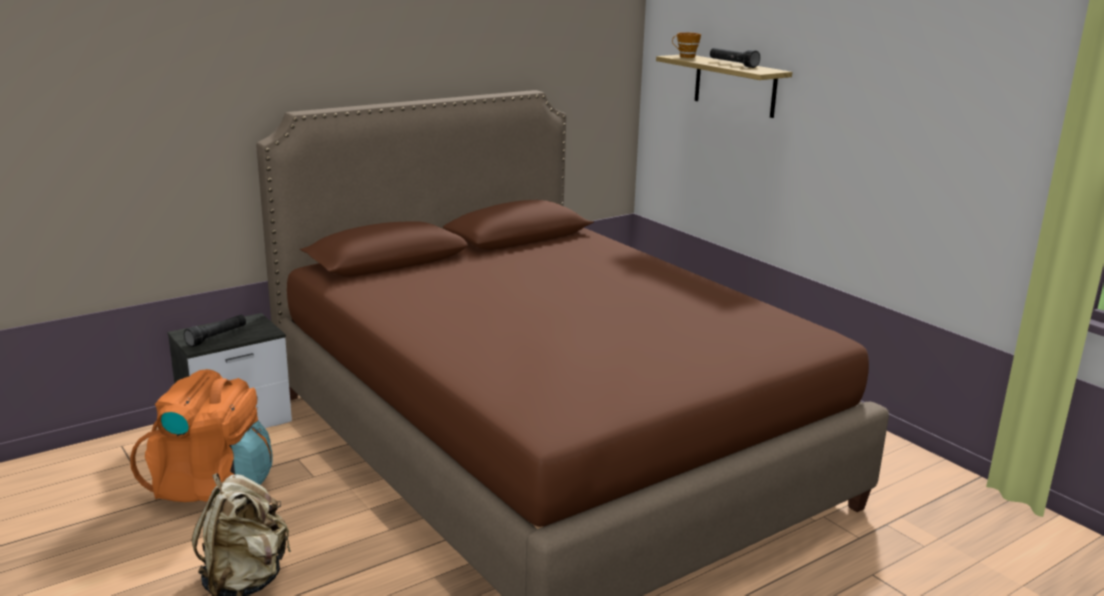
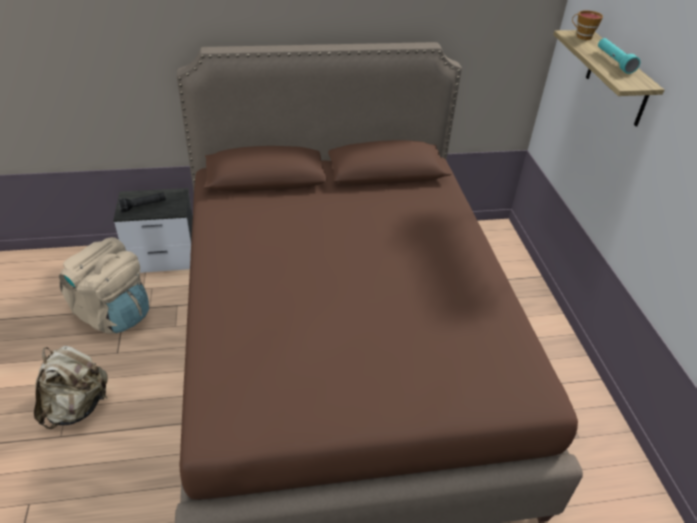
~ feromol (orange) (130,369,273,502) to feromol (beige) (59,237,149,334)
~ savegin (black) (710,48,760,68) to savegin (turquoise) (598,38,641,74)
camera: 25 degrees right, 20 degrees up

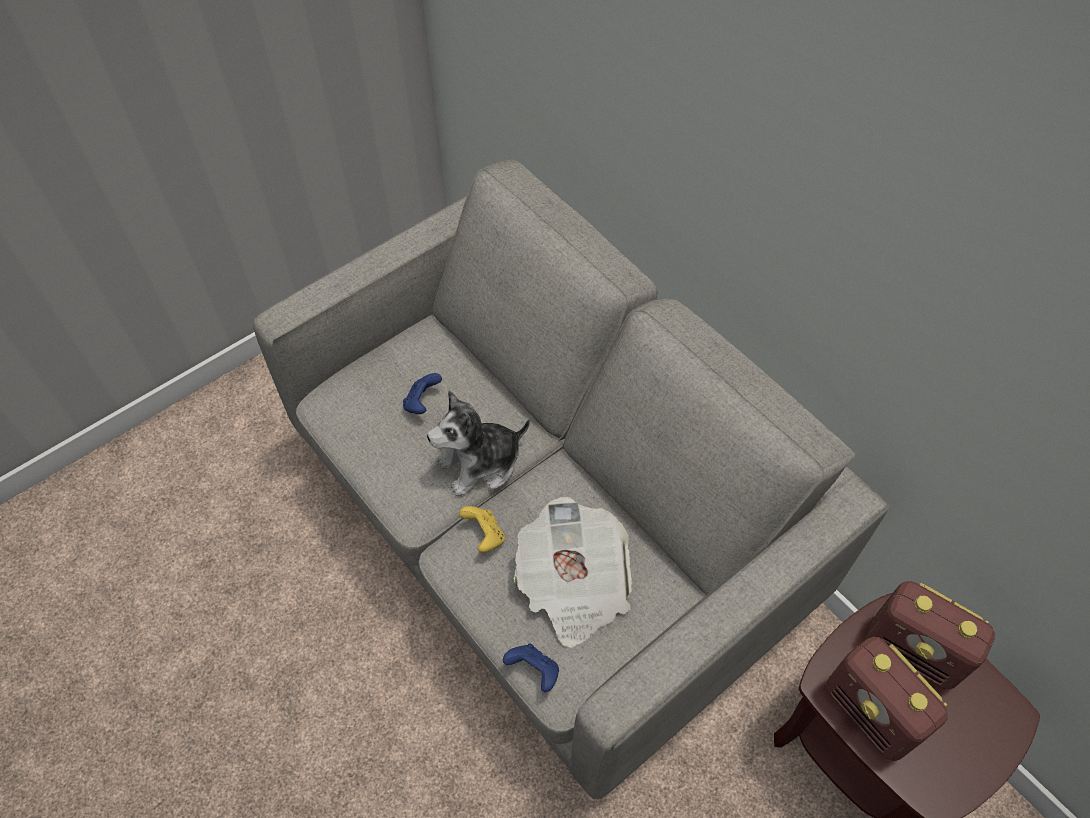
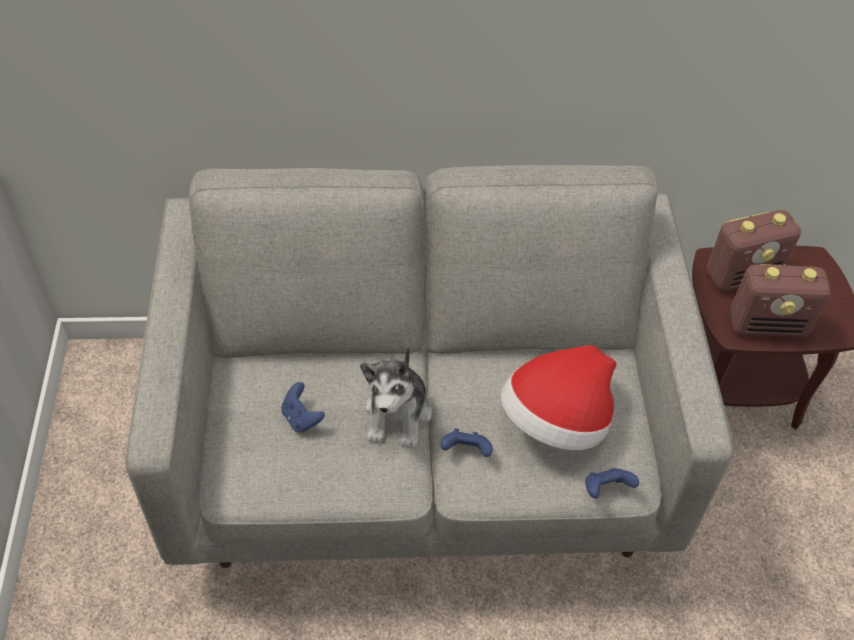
~ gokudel (514,496,632,648) to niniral (501,345,616,450)
~ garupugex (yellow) (459,506,505,553) to garupugex (blue) (441,428,493,457)
camera: 55 degrees left, 5 degrees down

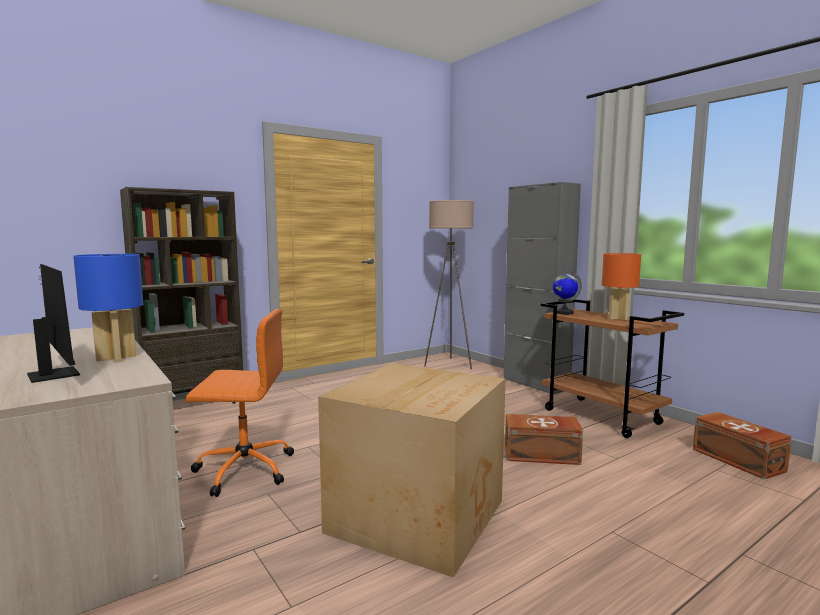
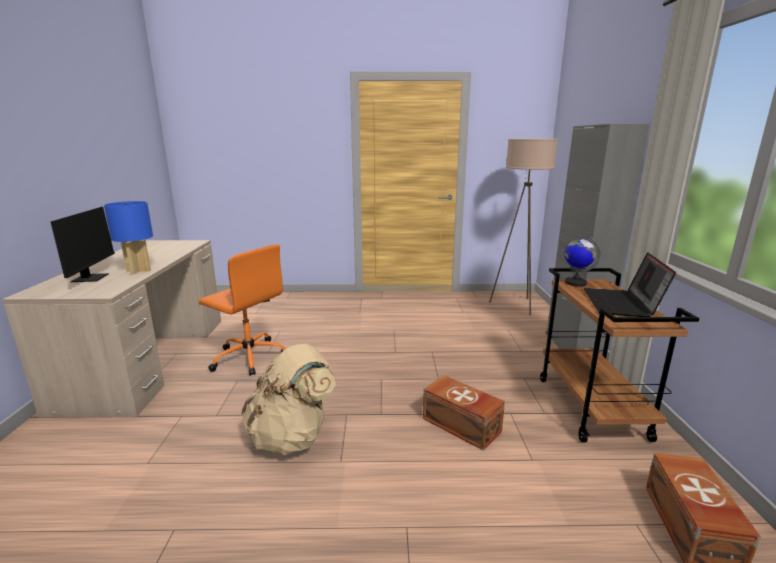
- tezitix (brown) (120,187,243,404)
~ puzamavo (318,363,505,578) to feromol (beige) (241,344,336,455)
~ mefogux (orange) (602,253,641,320) to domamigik (584,252,676,317)
camera: 35 degrees right, 10 degrees up

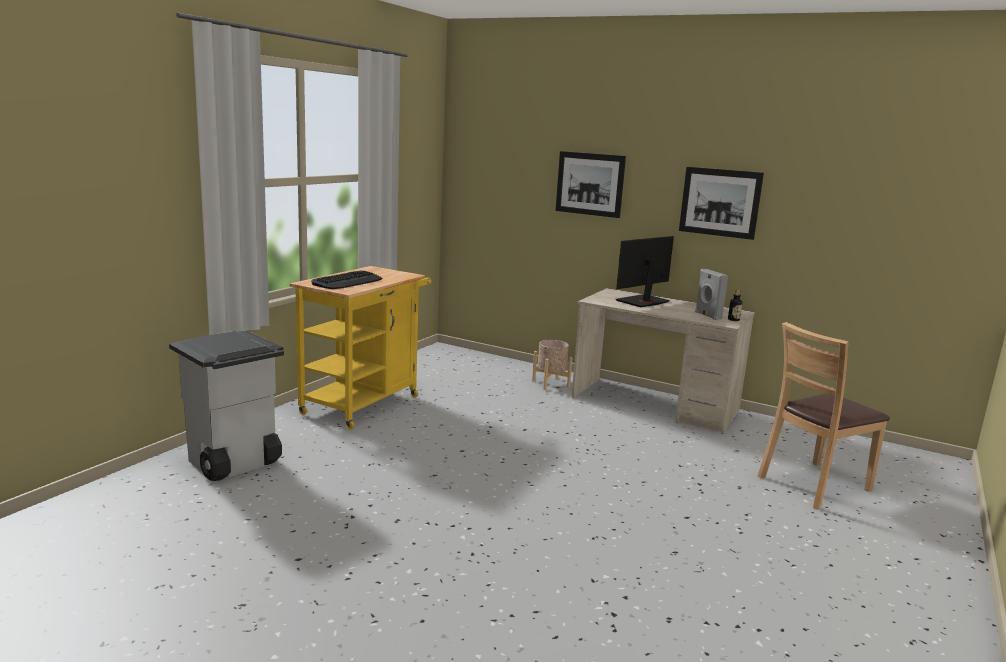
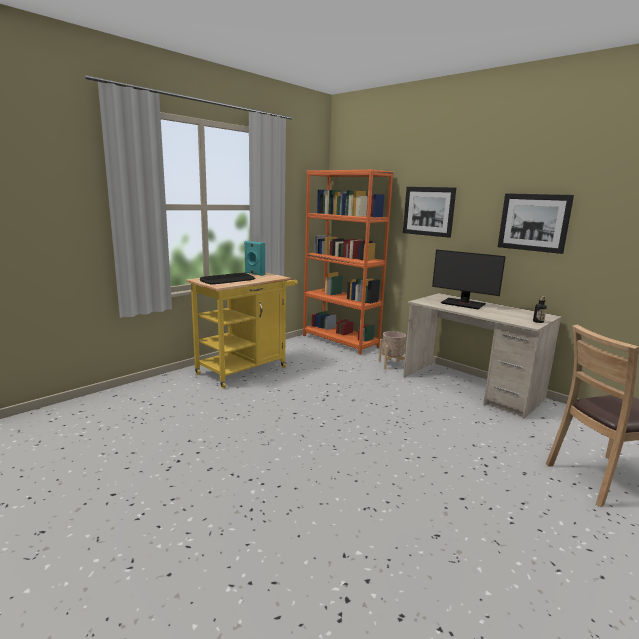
- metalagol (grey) (169,331,284,481)
- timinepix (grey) (695,269,728,320)
+ timinepix (turquoise) (244,241,265,276)
+ tezitix (orange) (303,170,394,355)
~ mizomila (616,236,674,307) = (432,250,506,309) 120 degrees counterclockwise
camera: 15 degrees right, 0 degrees up

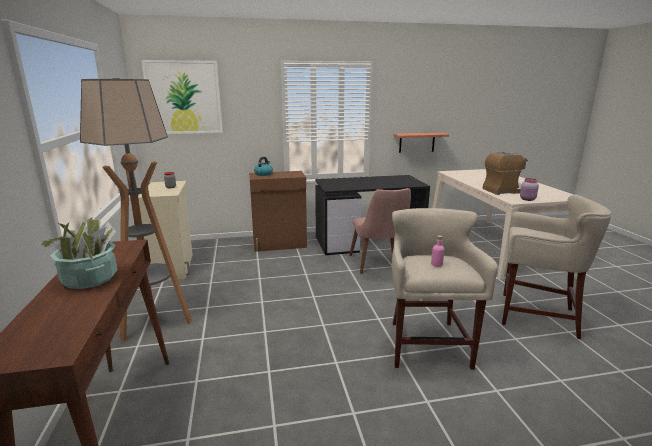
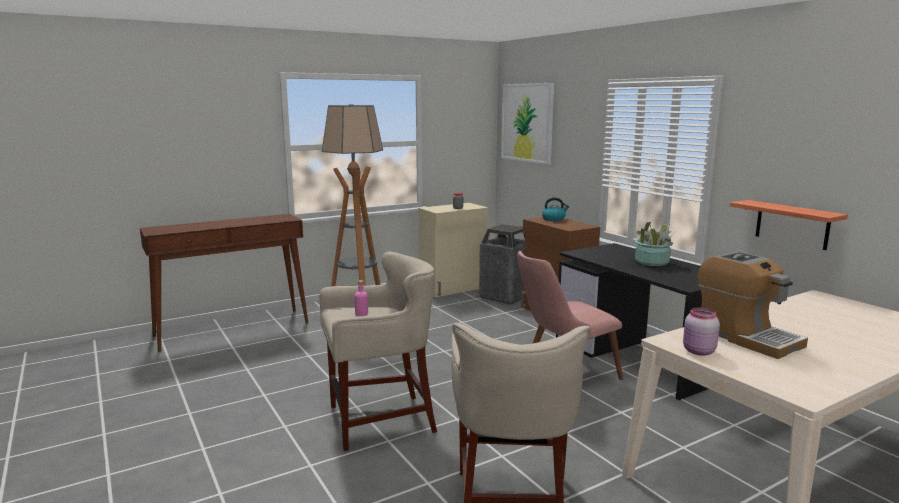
+ metalagol (479,224,525,305)
~ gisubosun (35,217,117,289) to (633,222,676,266)
camera: 70 degrees right, 5 degrees down

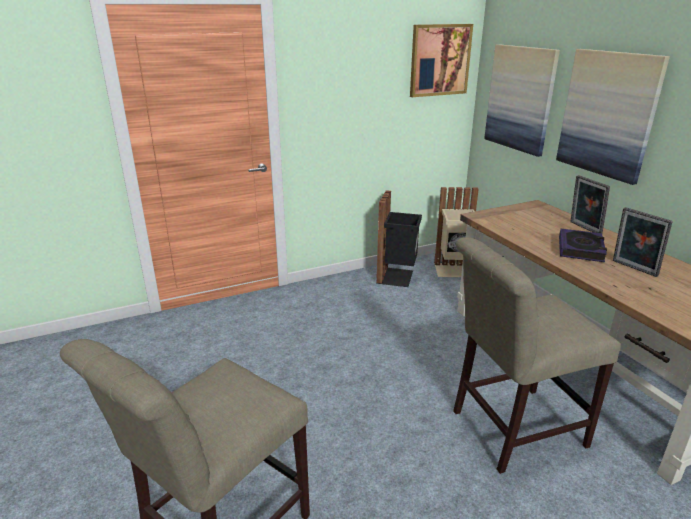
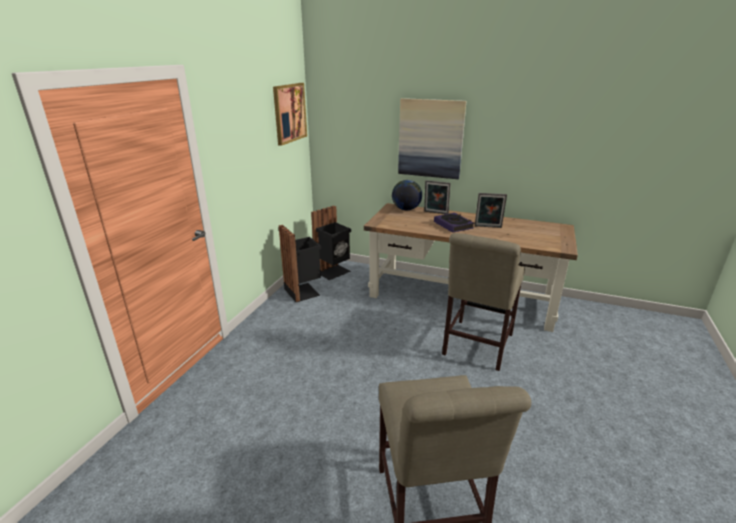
- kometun (484,44,560,157)
+ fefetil (392,180,422,210)
~ metalagol (beige) (434,187,479,277) to metalagol (black) (311,206,351,280)
camera: 45 degrees left, 0 degrees up

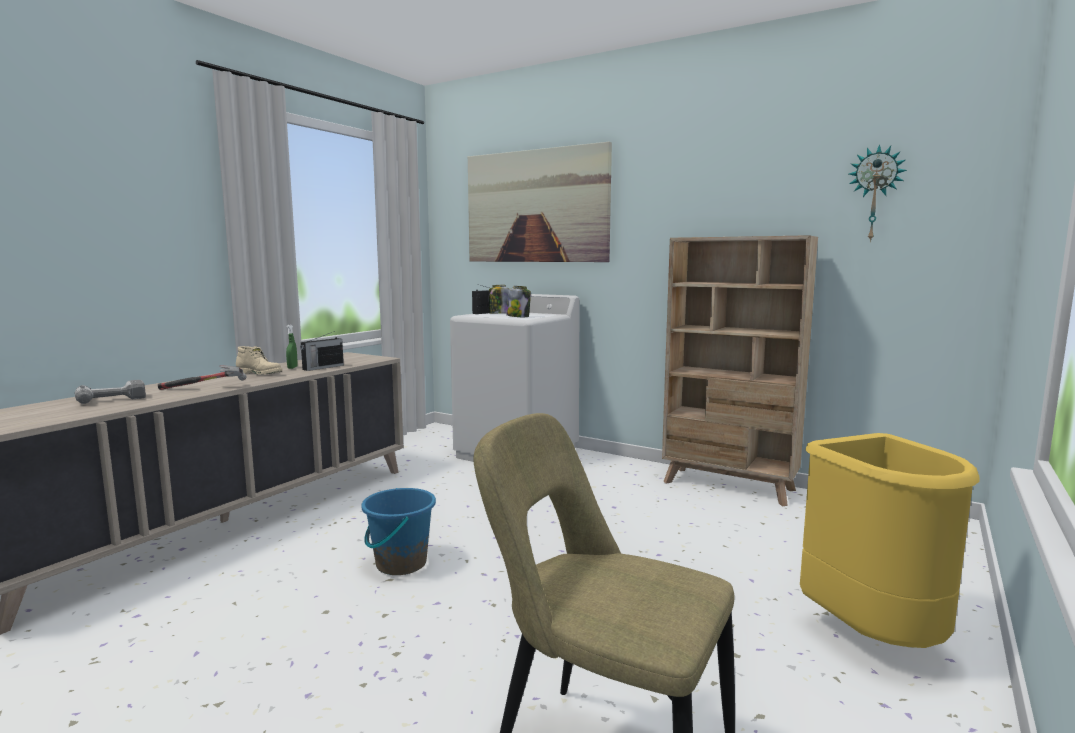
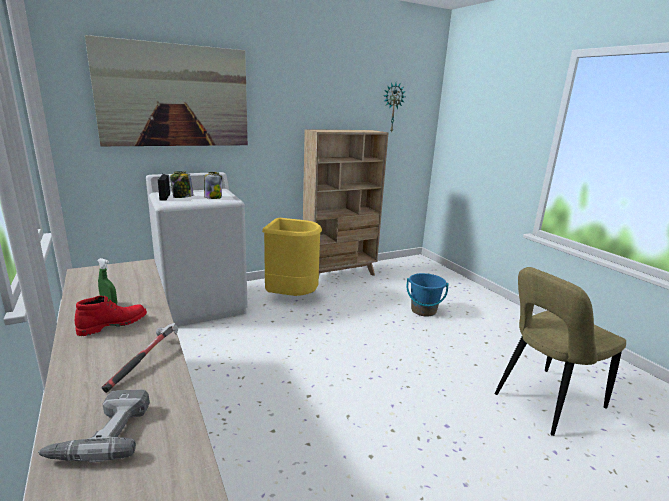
- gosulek (300,331,344,371)
~ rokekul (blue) (361,488,436,575) to (407,273,449,317)
~ metalagol (yellow) (800,433,980,648) to (262,218,322,296)
~ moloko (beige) (236,346,283,375) to moloko (red) (75,296,147,336)
camera: 60 degrees left, 10 degrees up

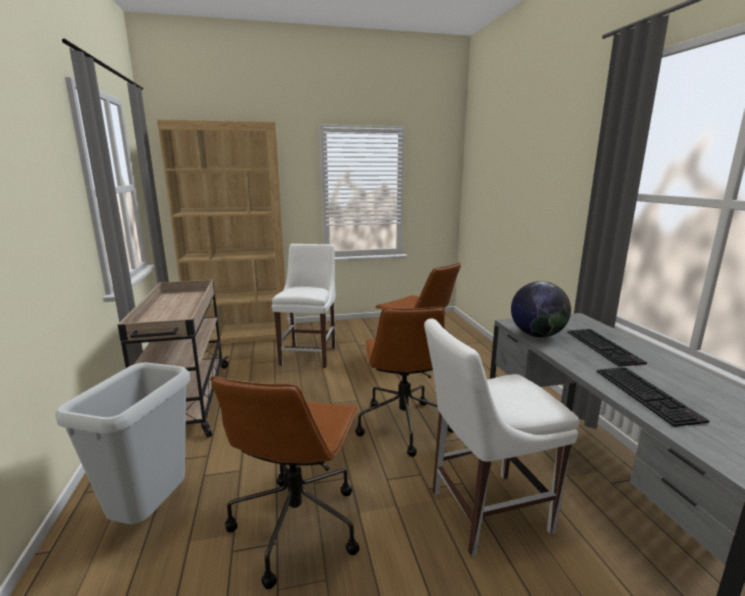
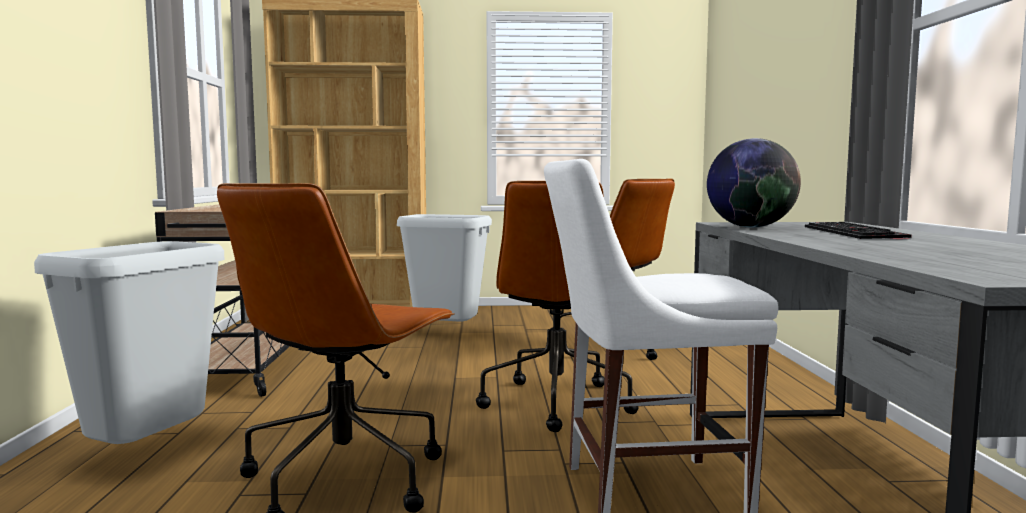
- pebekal (597,367,709,427)
~ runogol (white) (272,244,336,368) to metalagol (grey) (397,214,492,322)
camera: 10 degrees right, 10 degrees down

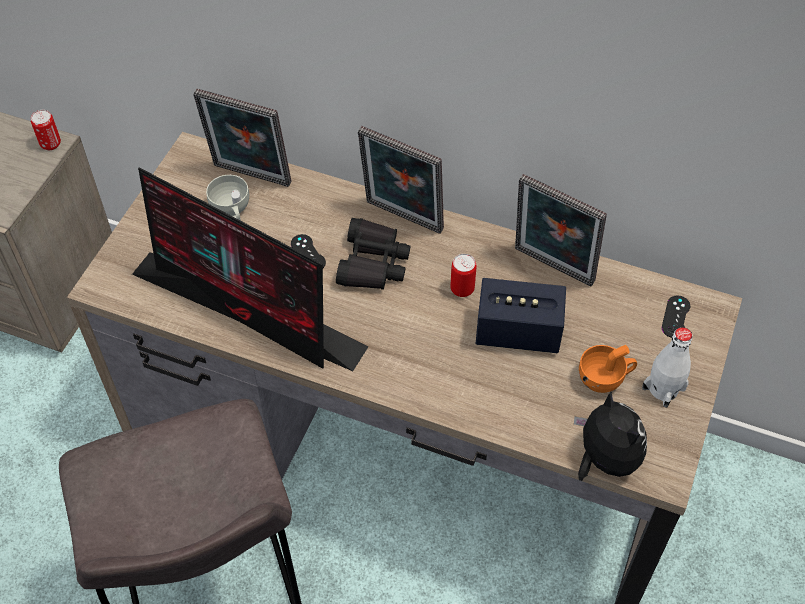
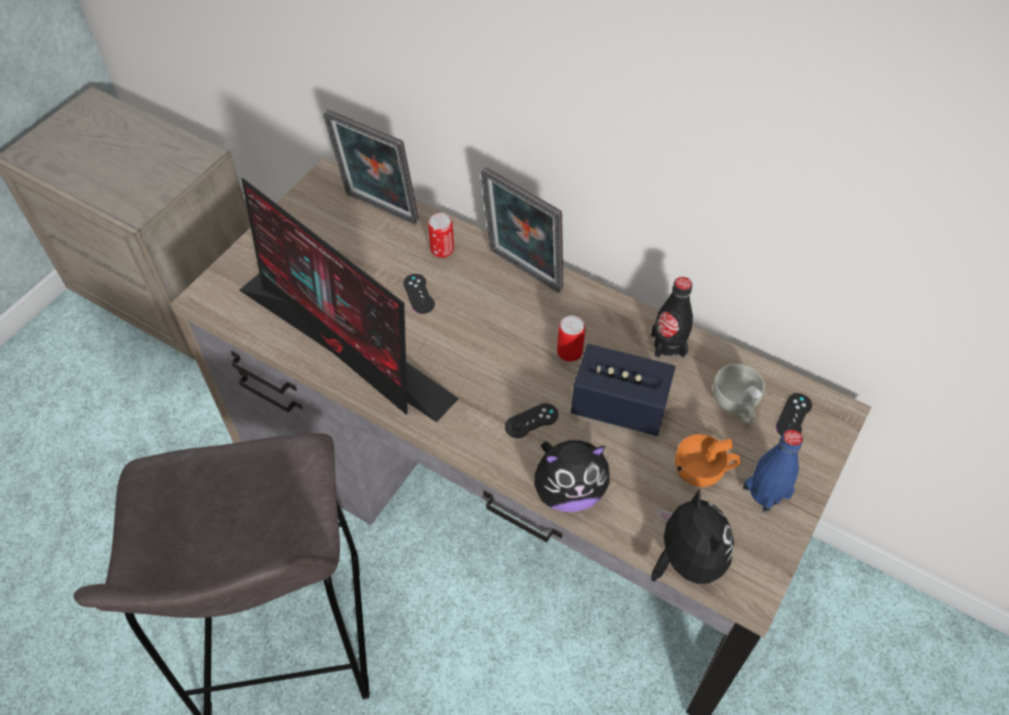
- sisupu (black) (336,218,411,290)
+ garupugex (black) (505,403,558,438)
+ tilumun (534,440,610,512)
~ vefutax (31,110,61,150) to (428,213,454,258)
~ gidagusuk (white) (206,175,249,221) to (713,364,764,424)
~ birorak (515,174,607,286) to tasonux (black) (651,277,693,359)
~ tasonux (white) (642,327,692,408) to tasonux (blue) (743,429,803,514)
camera: 10 degrees right, 0 degrees up

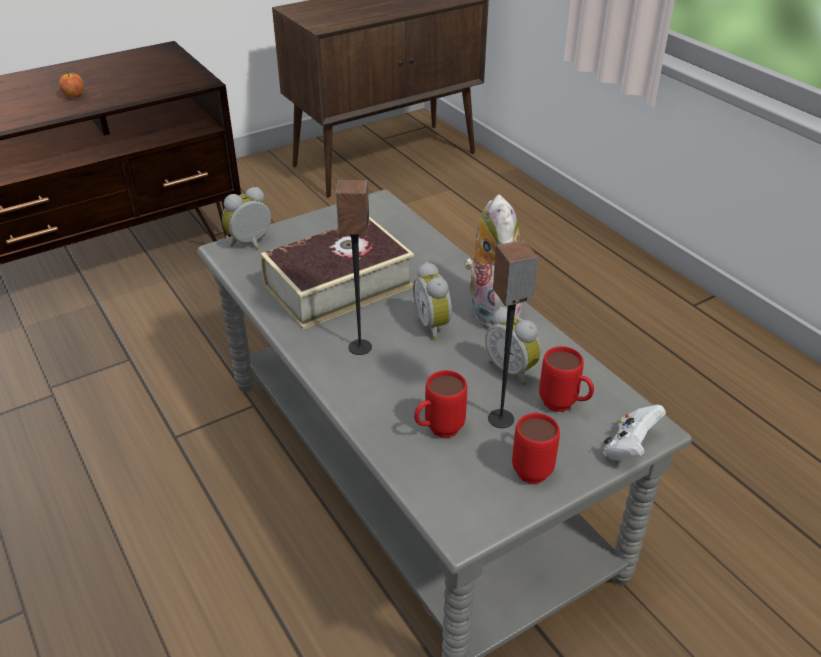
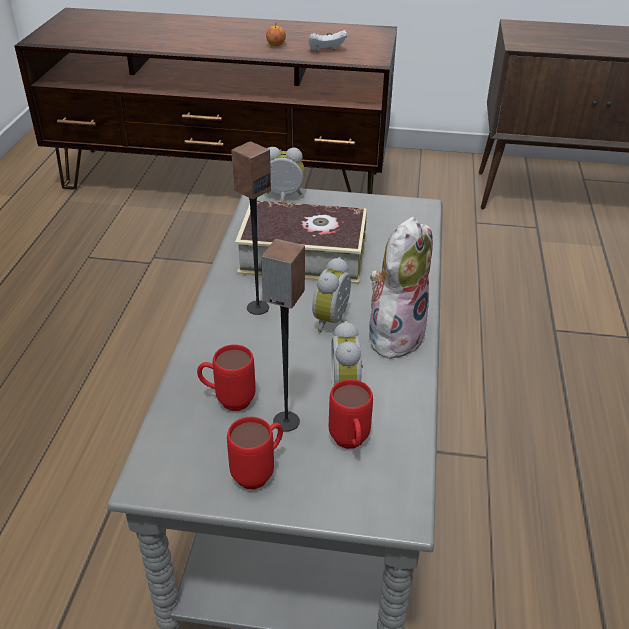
~ garupugex (white) (603,405,666,461) to (308,30,347,51)
camera: 40 degrees right, 0 degrees up

